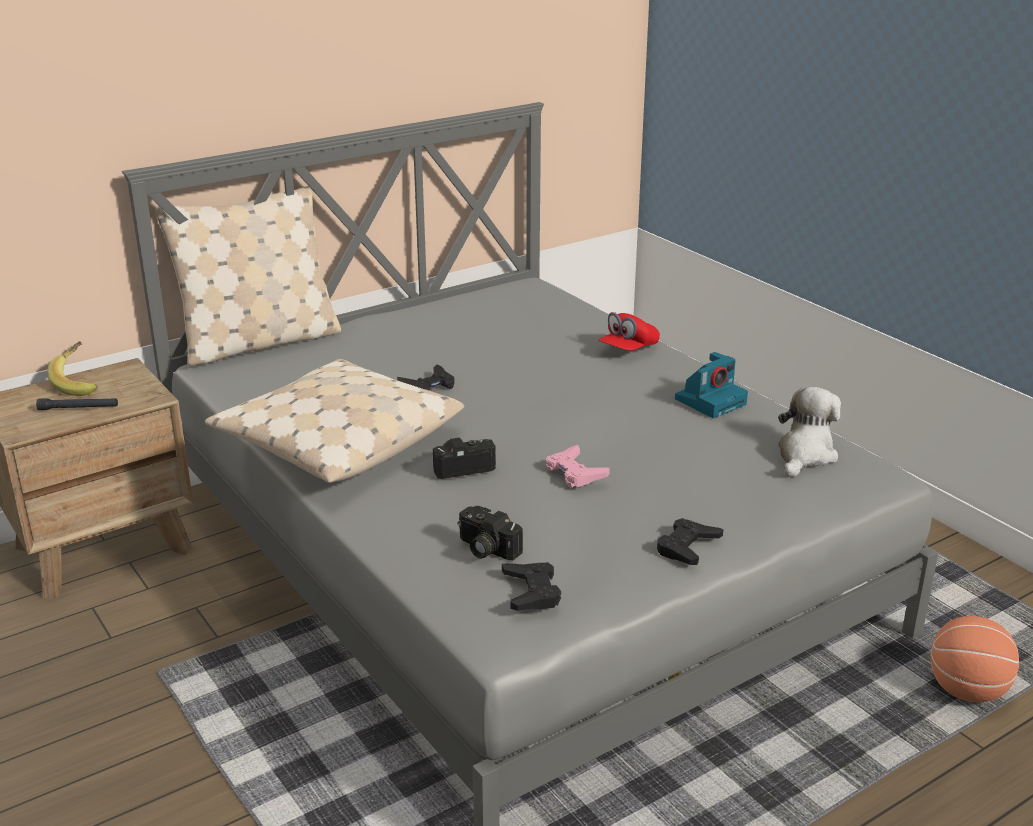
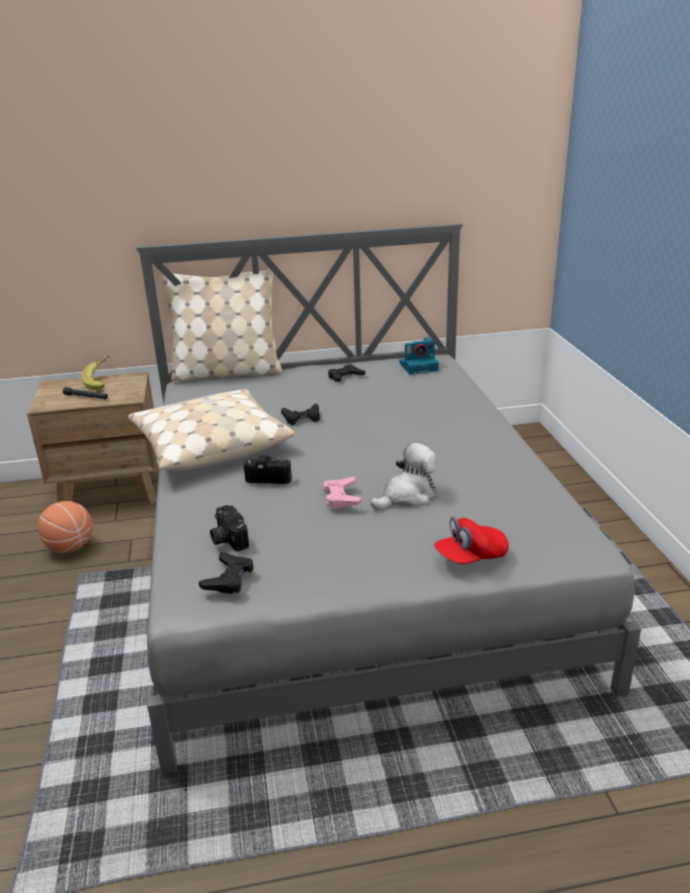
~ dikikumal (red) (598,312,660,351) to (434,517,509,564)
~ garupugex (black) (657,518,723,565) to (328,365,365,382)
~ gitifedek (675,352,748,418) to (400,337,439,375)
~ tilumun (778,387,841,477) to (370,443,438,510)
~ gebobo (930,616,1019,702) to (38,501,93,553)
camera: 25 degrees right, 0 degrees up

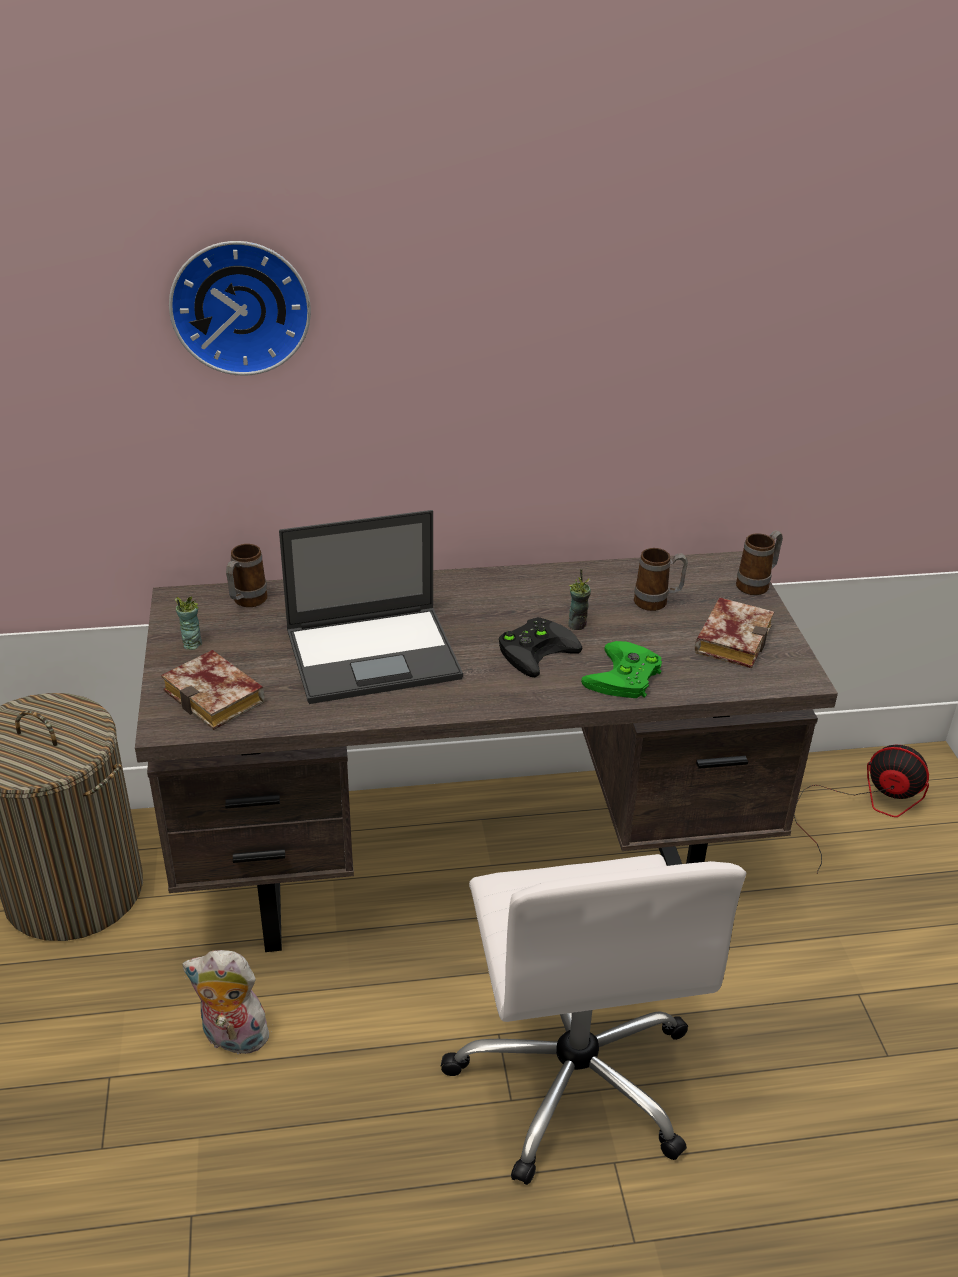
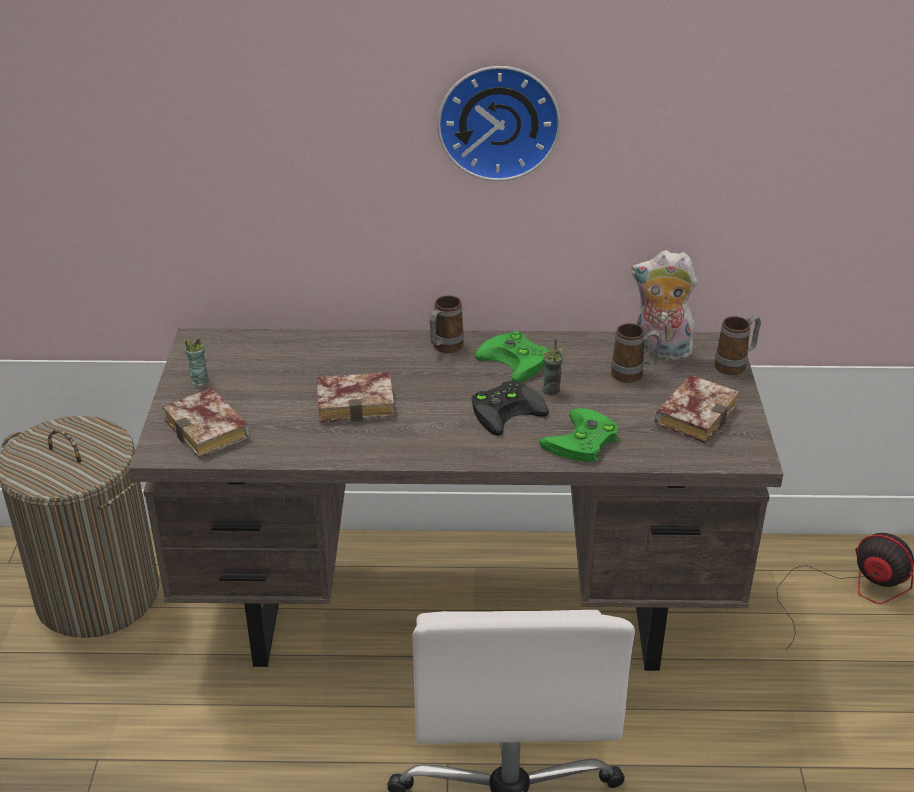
+ garupugex (green) (475,331,549,383)
~ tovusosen (169,241,311,376) to (437,66,560,181)
~ tilumun (182,950,273,1055) to (631,250,697,361)
~ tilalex (226,544,268,607) to (429,295,464,353)
~ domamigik (279,510,463,704) to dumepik (316,372,395,423)
camera: 10 degrees right, 0 degrees up

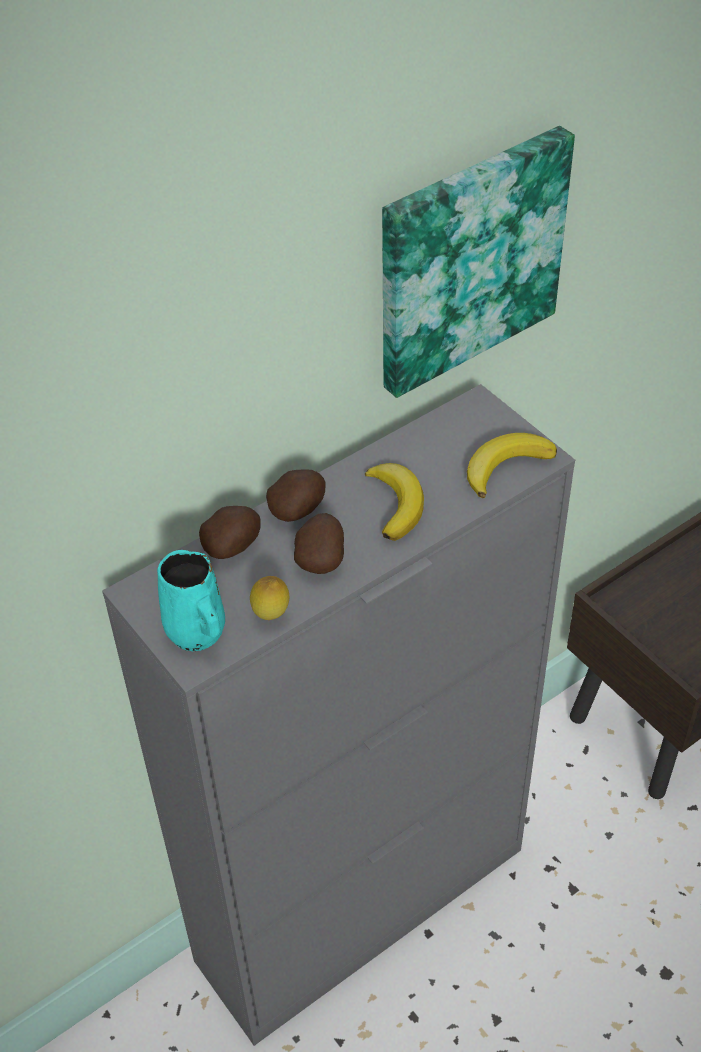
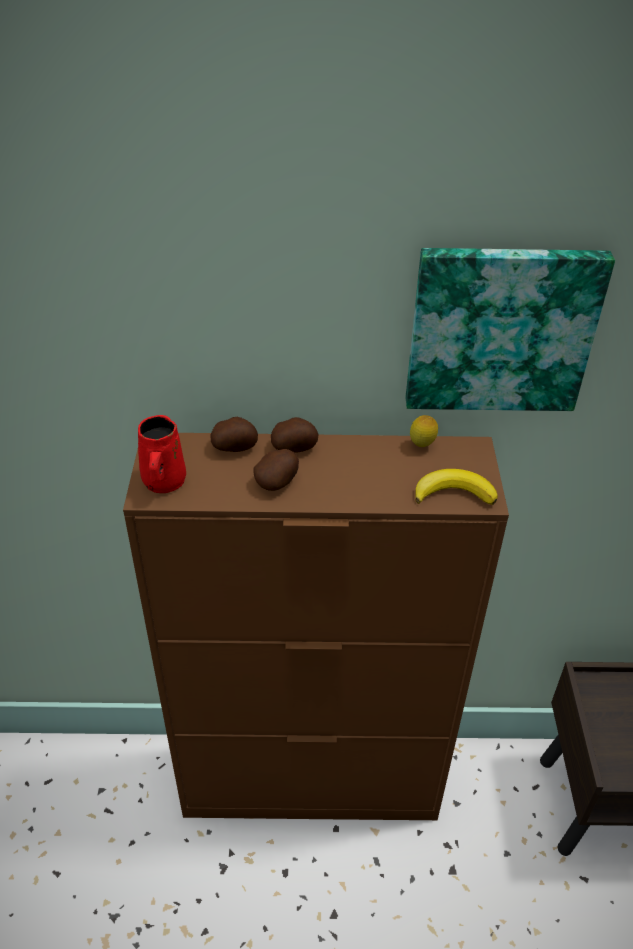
- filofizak (365,463,424,541)
~ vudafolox (250,576,290,620) to (410,415,438,447)
~ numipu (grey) (102,384,575,1046) to numipu (brown) (123,433,509,820)
~ tilalex (turquoise) (157,550,225,651) to tilalex (red) (138,415,186,493)
camera: 35 degrees right, 5 degrees down

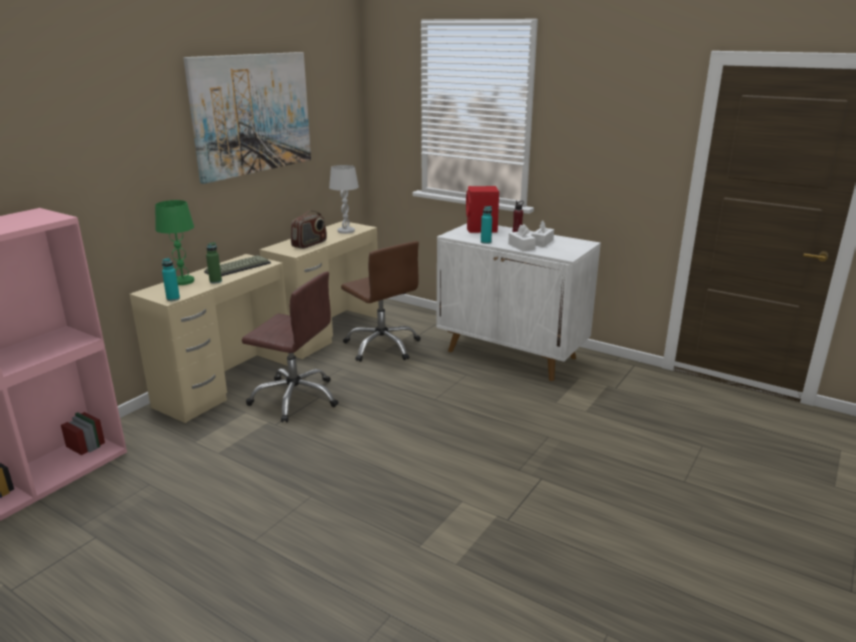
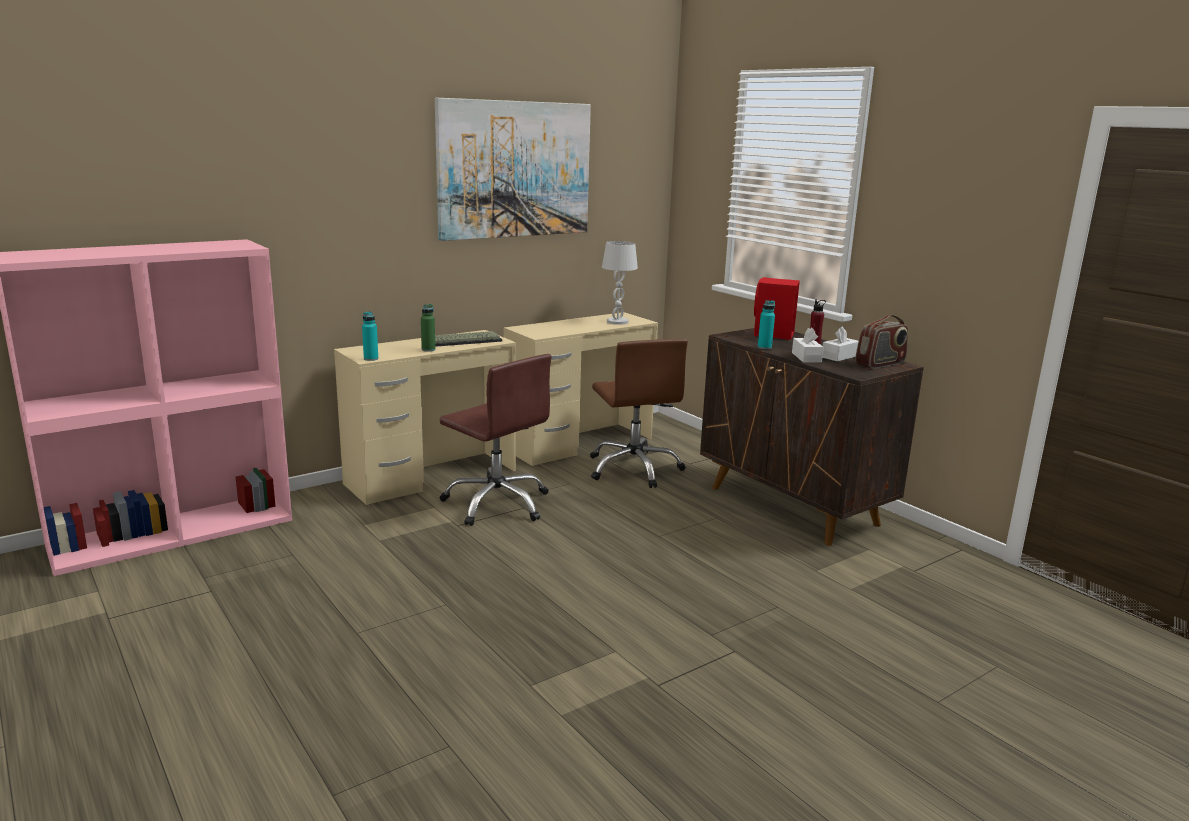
- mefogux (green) (155,200,194,285)
~ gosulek (291,210,327,249) to (855,315,909,369)
~ numipu (white) (437,223,601,381) to numipu (brown) (700,328,924,546)
camera: 20 degrees right, 5 degrees down

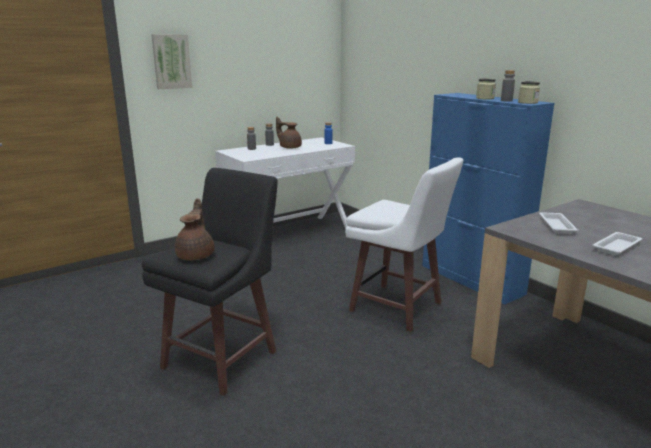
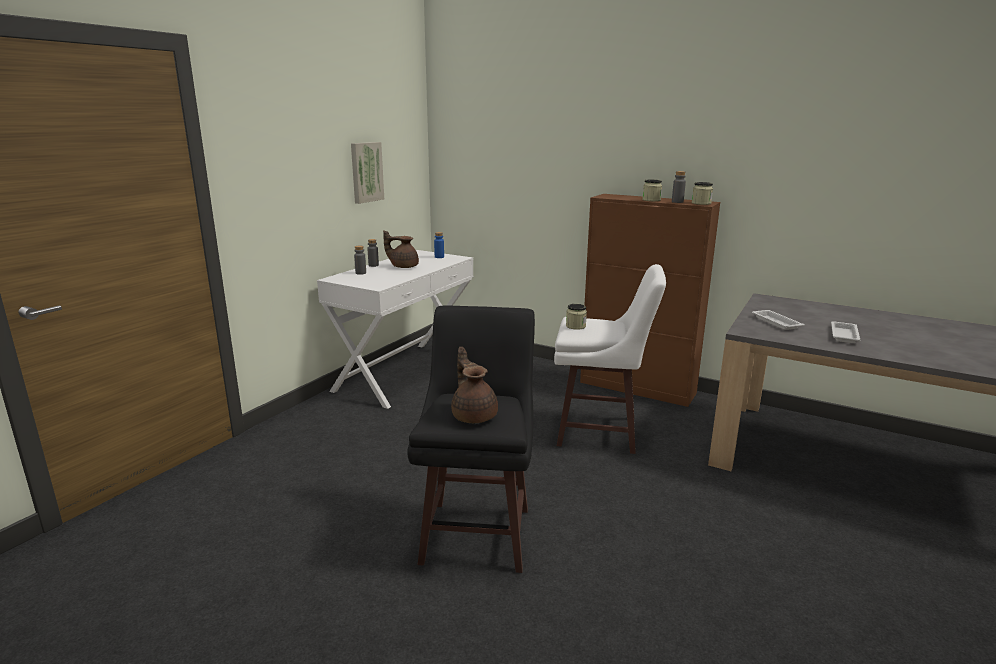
+ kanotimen (566,304,587,330)
~ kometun (151,34,192,89) to (351,142,384,204)
~ numipu (blue) (422,93,555,304) to numipu (brown) (580,194,720,407)
camera: 25 degrees left, 0 degrees up

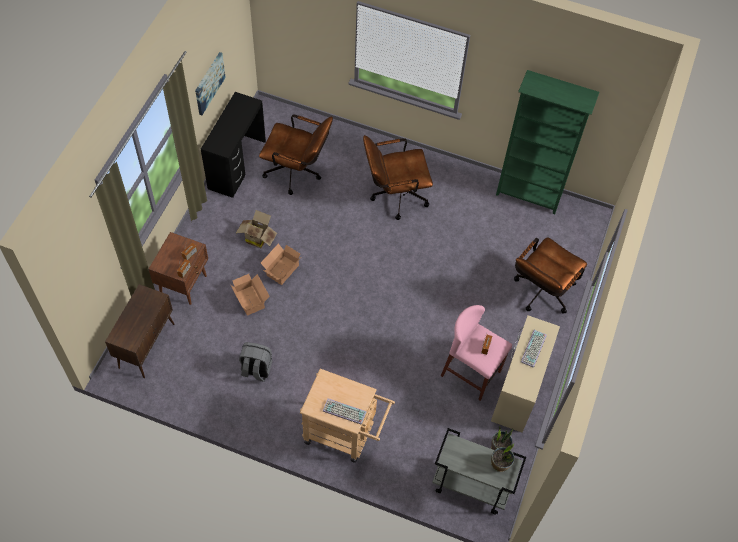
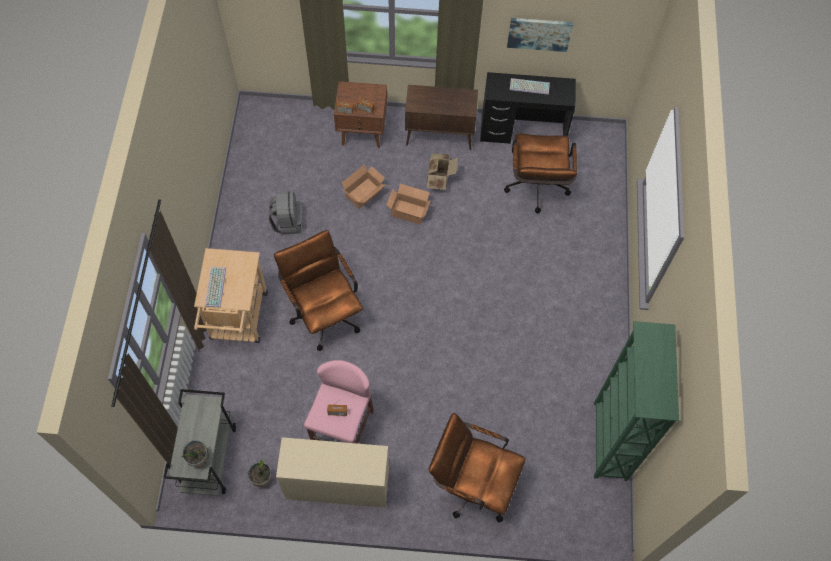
~ numipu (brown) (105,284,175,378) to (405,85,478,150)
~ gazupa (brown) (363,135,433,220) to (274,230,363,351)
~ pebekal (521,330,547,368) to (510,78,550,95)
camera: 75 degrees right, 5 degrees up

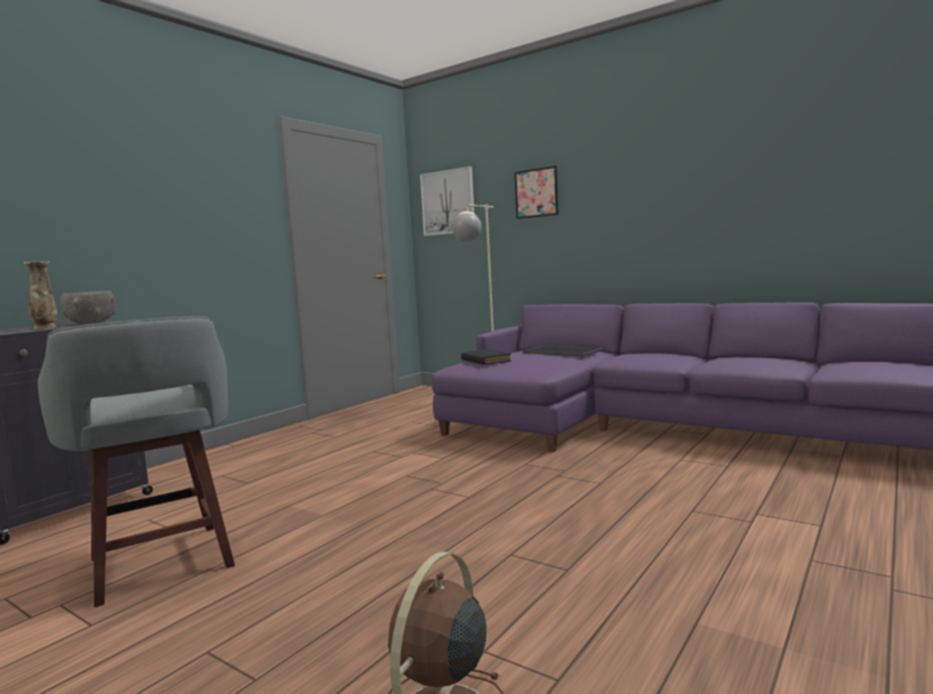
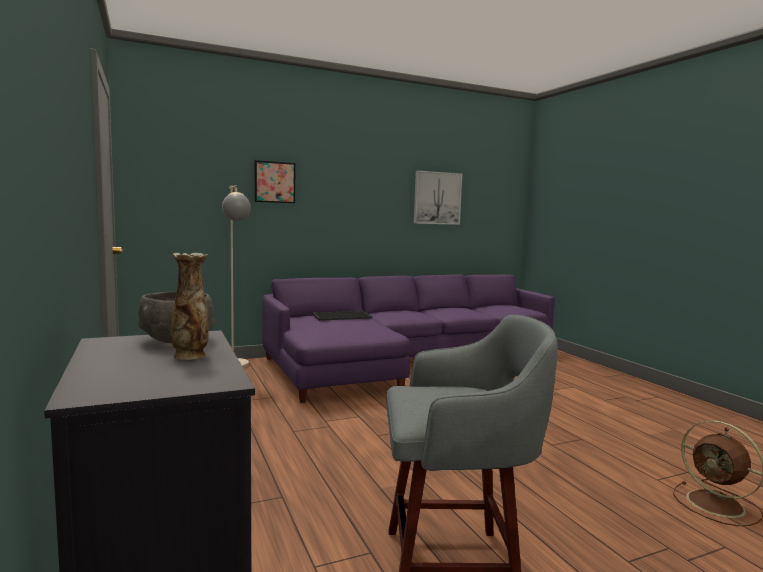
- dumepik (black) (461,349,512,365)
~ kometun (420,166,474,236) to (414,170,462,225)
camera: 60 degrees left, 0 degrees up

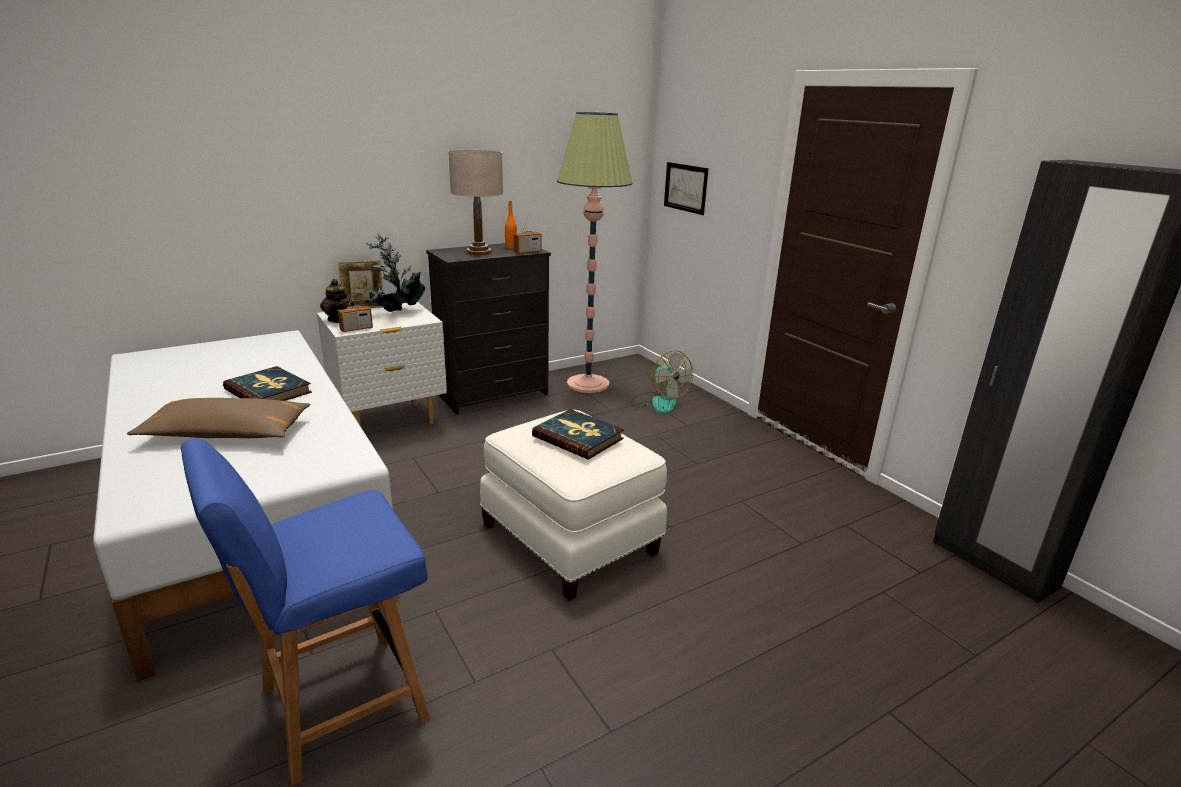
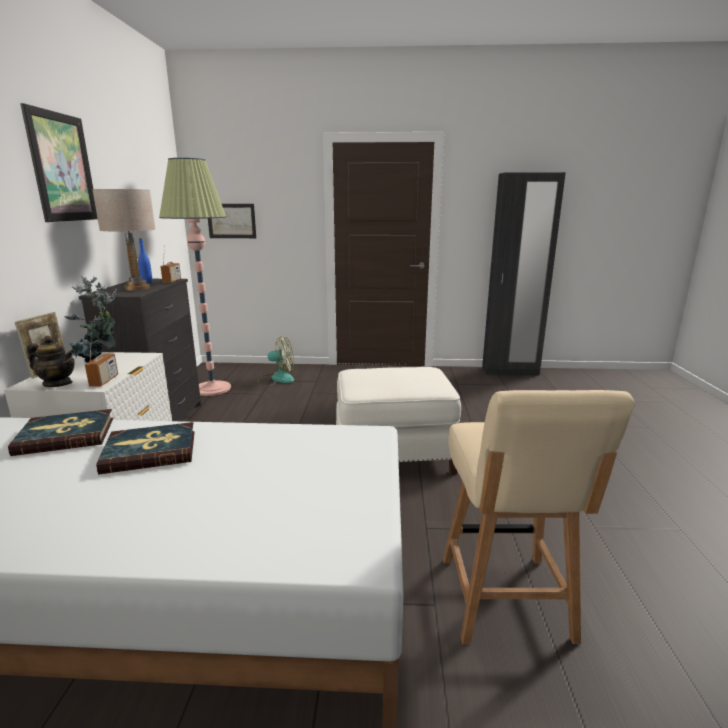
- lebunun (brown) (127,398,311,438)
+ kometun (20,103,98,222)
~ dumepik (532,409,624,460) to (8,409,113,456)
~ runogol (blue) (181,438,430,786) to runogol (beige) (443,390,635,645)
~ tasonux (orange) (505,201,517,249) to tasonux (blue) (138,238,152,283)
camera: 55 degrees left, 5 degrees down

